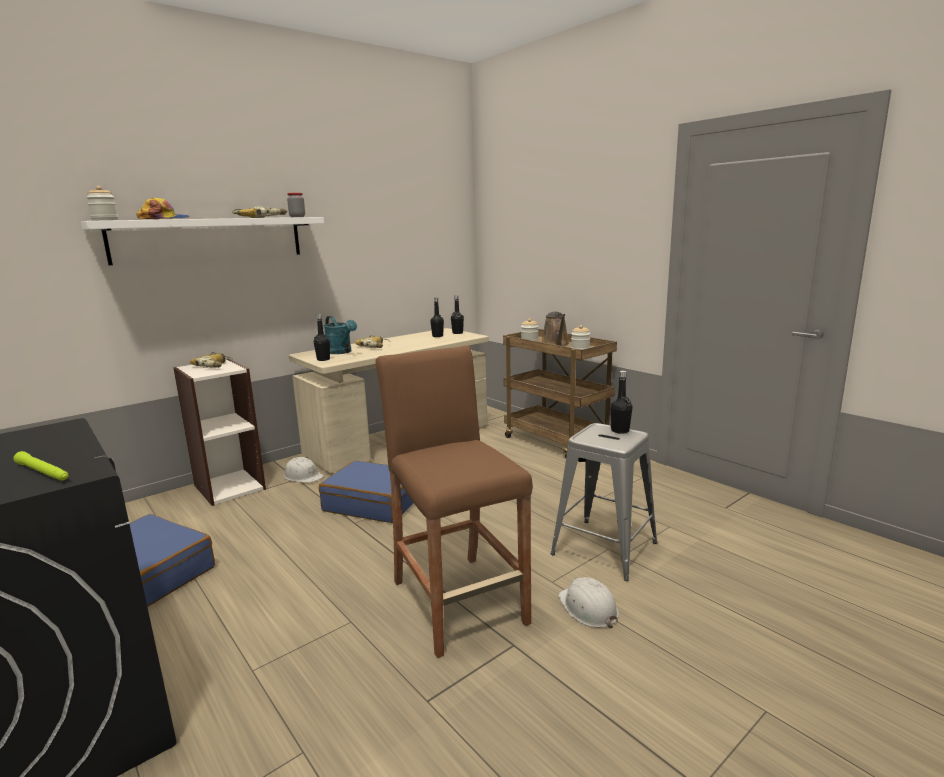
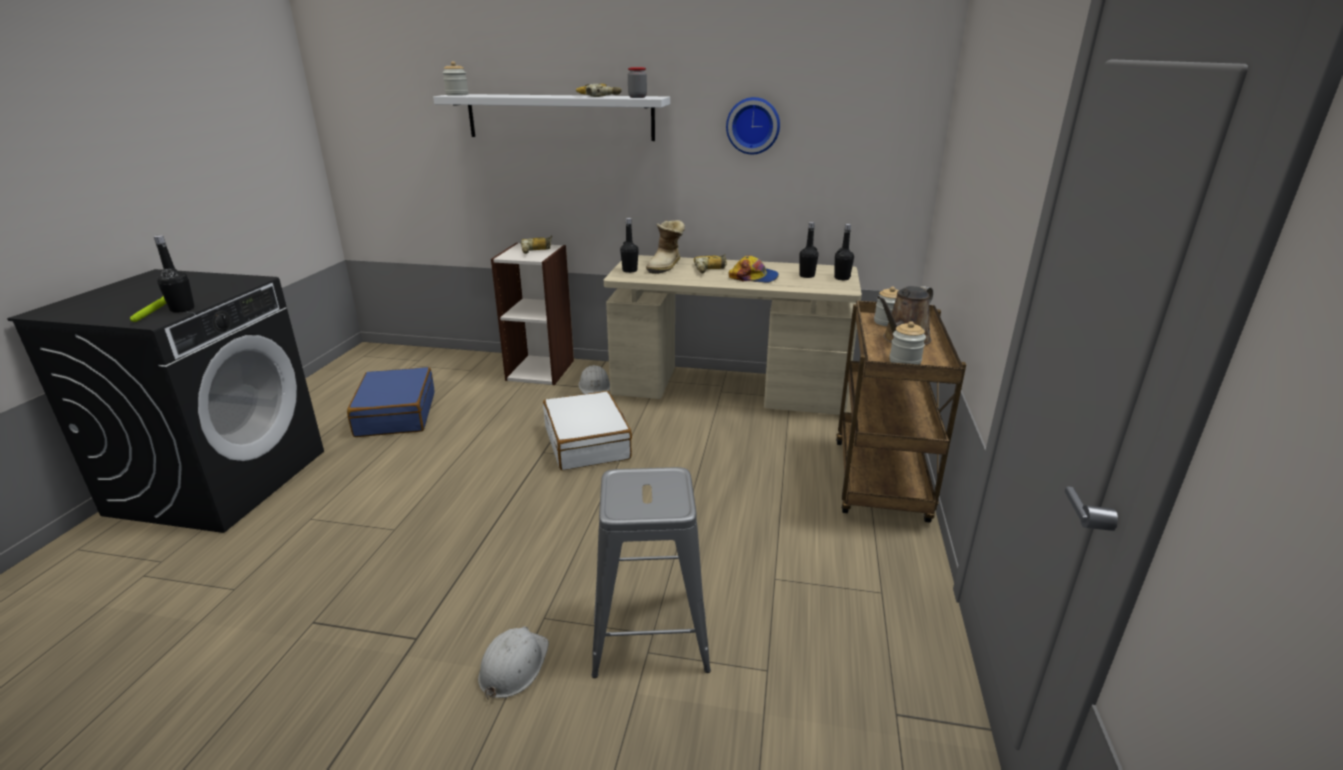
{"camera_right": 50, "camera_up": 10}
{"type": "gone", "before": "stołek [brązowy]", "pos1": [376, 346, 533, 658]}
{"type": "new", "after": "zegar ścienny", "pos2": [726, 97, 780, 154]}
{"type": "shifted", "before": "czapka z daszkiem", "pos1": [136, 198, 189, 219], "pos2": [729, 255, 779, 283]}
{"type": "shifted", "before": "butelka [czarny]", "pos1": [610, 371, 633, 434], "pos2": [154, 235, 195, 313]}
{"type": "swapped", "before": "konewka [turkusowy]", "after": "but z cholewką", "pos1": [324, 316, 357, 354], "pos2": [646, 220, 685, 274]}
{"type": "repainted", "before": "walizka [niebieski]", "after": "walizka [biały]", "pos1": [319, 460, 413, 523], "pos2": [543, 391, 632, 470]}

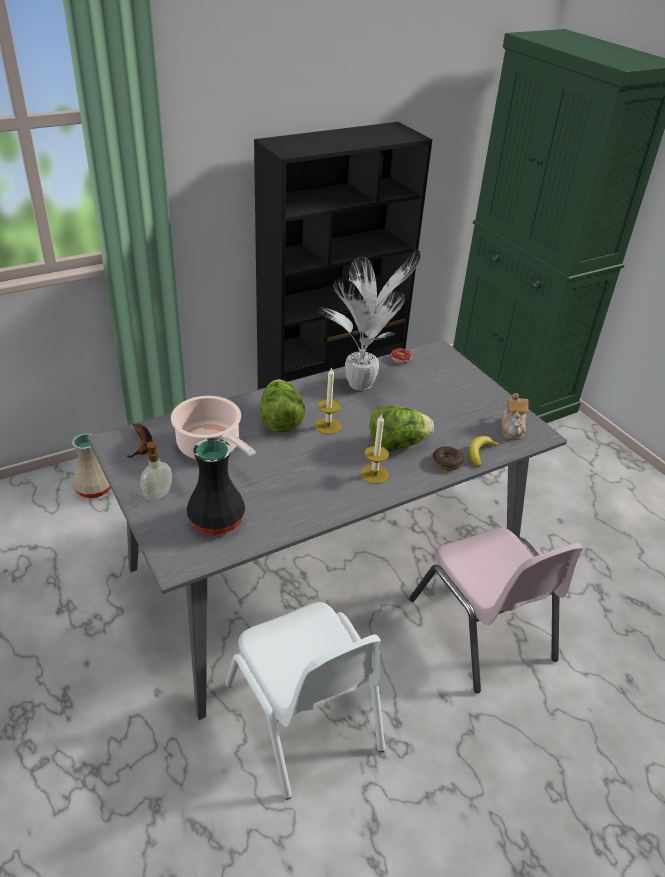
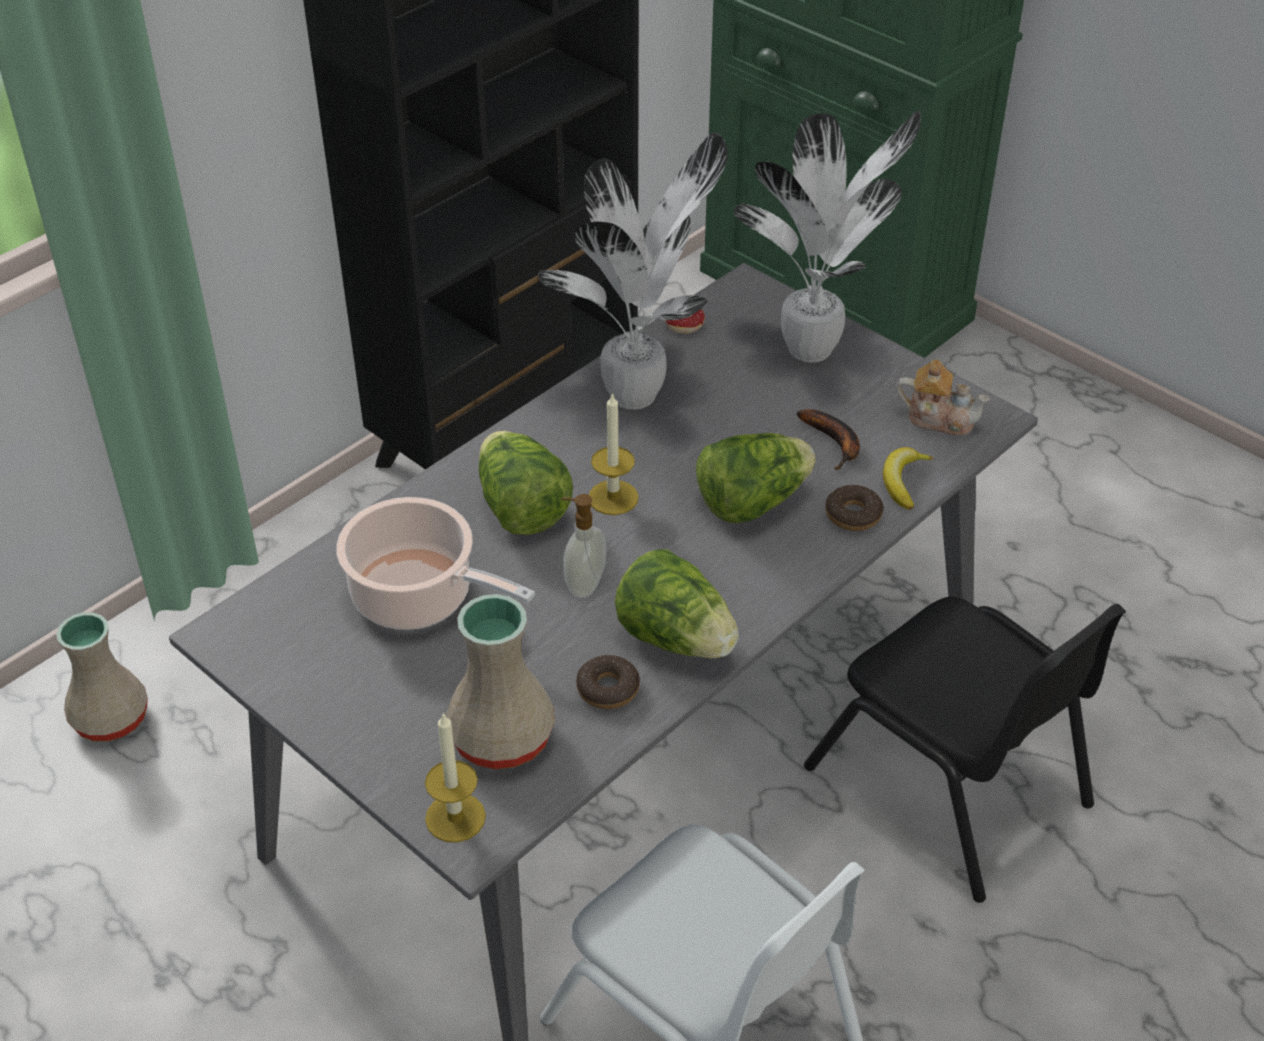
{"camera_right": -15, "camera_up": 5}
{"type": "new", "after": "donut", "pos2": [576, 655, 640, 709]}
{"type": "new", "after": "sałata", "pos2": [615, 549, 739, 659]}
{"type": "new", "after": "roślina doniczkowa", "pos2": [734, 110, 921, 363]}
{"type": "shifted", "before": "banan", "pos1": [127, 423, 152, 458], "pos2": [797, 409, 860, 470]}
{"type": "shifted", "before": "dozownik mydła", "pos1": [140, 441, 172, 501], "pos2": [562, 494, 606, 598]}
{"type": "shifted", "before": "świeca", "pos1": [361, 414, 389, 484], "pos2": [425, 712, 486, 843]}
{"type": "repainted", "before": "wazon [czarny]", "after": "wazon [beżowy]", "pos1": [187, 438, 245, 535], "pos2": [446, 594, 555, 769]}
{"type": "repainted", "before": "krzesło [różowy]", "after": "krzesło [czarny]", "pos1": [409, 528, 583, 693], "pos2": [804, 597, 1126, 903]}
{"type": "rotated", "before": "imbryk", "pos1": [502, 393, 529, 440], "pos2": [896, 359, 990, 436], "turn": -60}

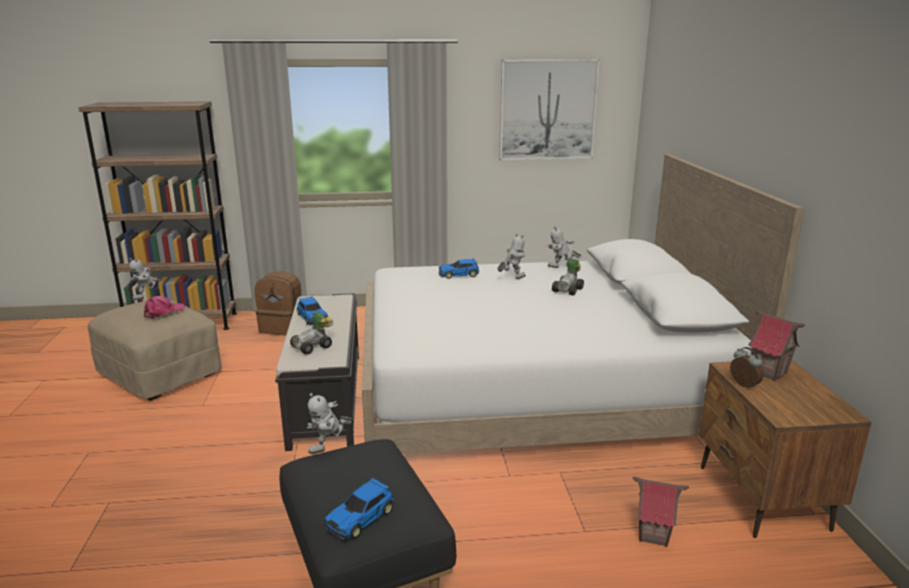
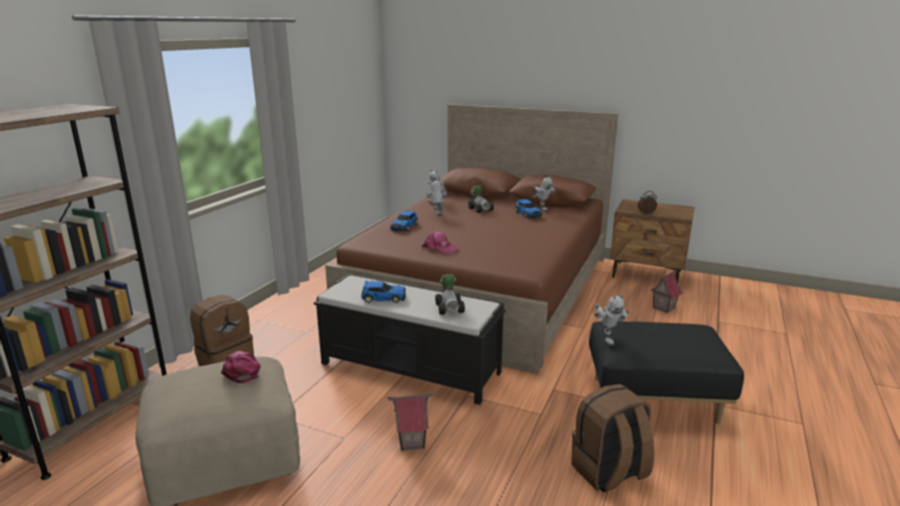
{"camera_right": -60, "camera_up": 0}
{"type": "gone", "before": "obraz", "pos1": [499, 59, 600, 160]}
{"type": "new", "after": "czapka z daszkiem [różowy]", "pos2": [422, 231, 458, 254]}
{"type": "new", "after": "plecak [brązowy]", "pos2": [571, 384, 654, 492]}
{"type": "shifted", "before": "robot zabawkowy", "pos1": [129, 258, 162, 300], "pos2": [532, 176, 555, 212]}
{"type": "shifted", "before": "samochodzik", "pos1": [324, 478, 394, 541], "pos2": [515, 199, 542, 218]}
{"type": "shifted", "before": "domek", "pos1": [748, 309, 805, 381], "pos2": [387, 393, 434, 451]}
{"type": "repainted", "before": "łóżko [biały]", "after": "łóżko [brązowy]", "pos1": [362, 154, 805, 454], "pos2": [325, 104, 618, 374]}

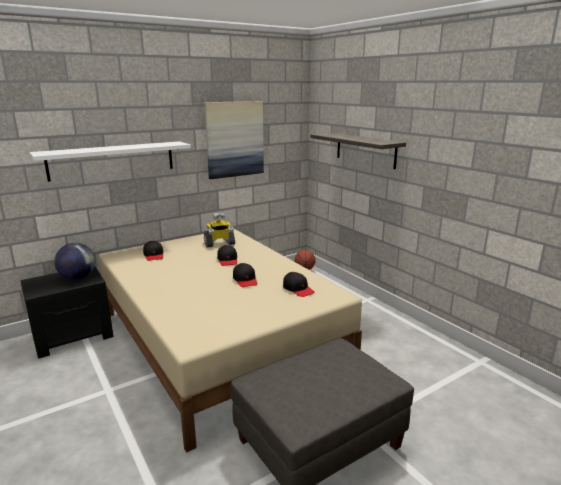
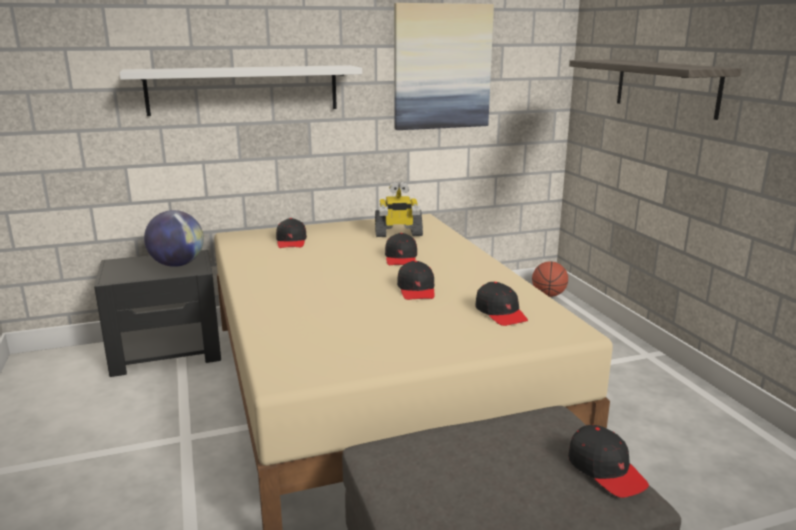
{"camera_right": 15, "camera_up": 0}
{"type": "new", "after": "czapka z daszkiem [czarny]", "pos2": [568, 425, 649, 498]}

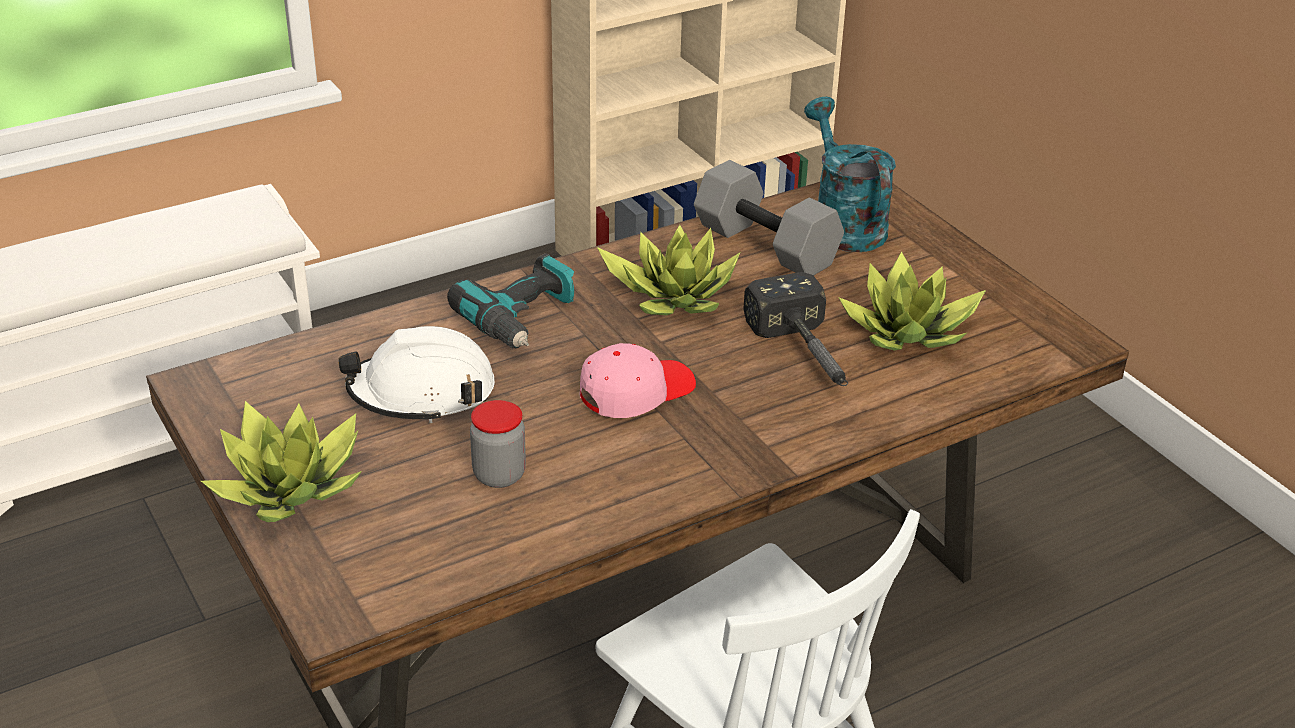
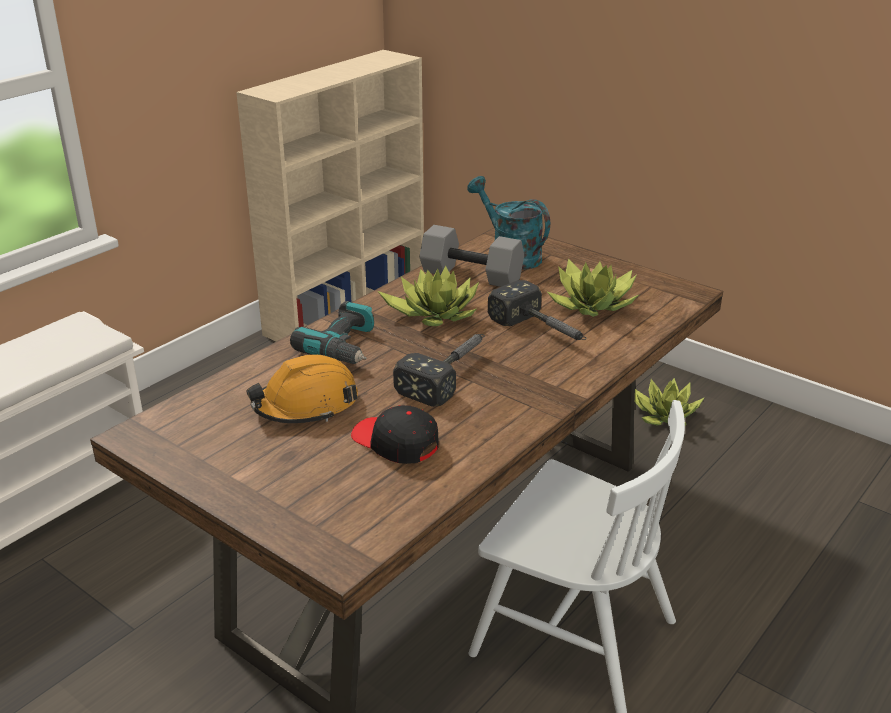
{"camera_right": -20, "camera_up": -5}
{"type": "shifted", "before": "roślina doniczkowa", "pos1": [201, 401, 362, 522], "pos2": [635, 378, 705, 425]}
{"type": "swapped", "before": "słoik", "after": "czapka z daszkiem [czarny]", "pos1": [470, 400, 526, 488], "pos2": [351, 405, 439, 464]}
{"type": "swapped", "before": "czapka z daszkiem [różowy]", "after": "młotek", "pos1": [579, 343, 696, 418], "pos2": [393, 334, 485, 407]}
{"type": "repainted", "before": "kask [biały]", "after": "kask [pomarańczowy]", "pos1": [338, 326, 495, 423], "pos2": [246, 355, 358, 423]}

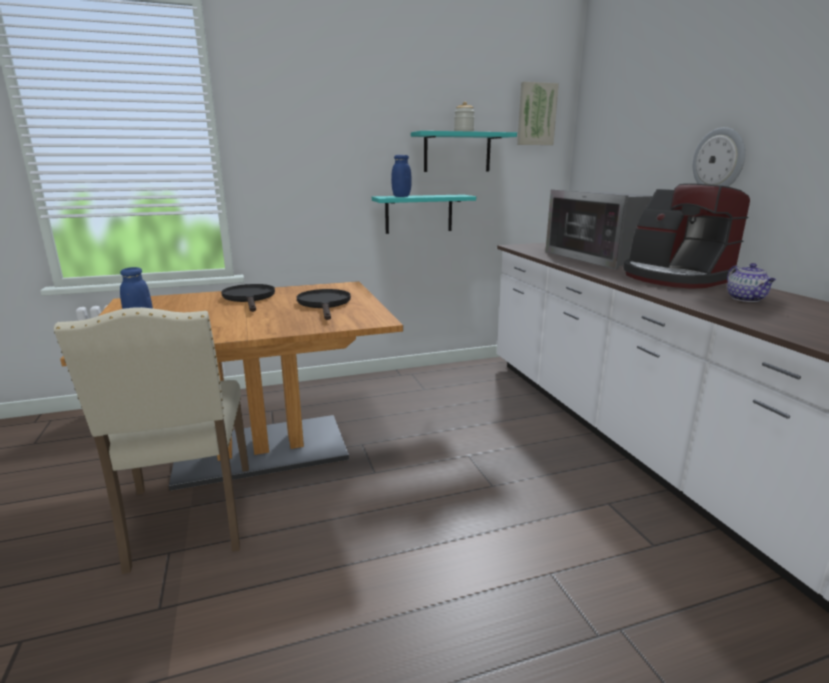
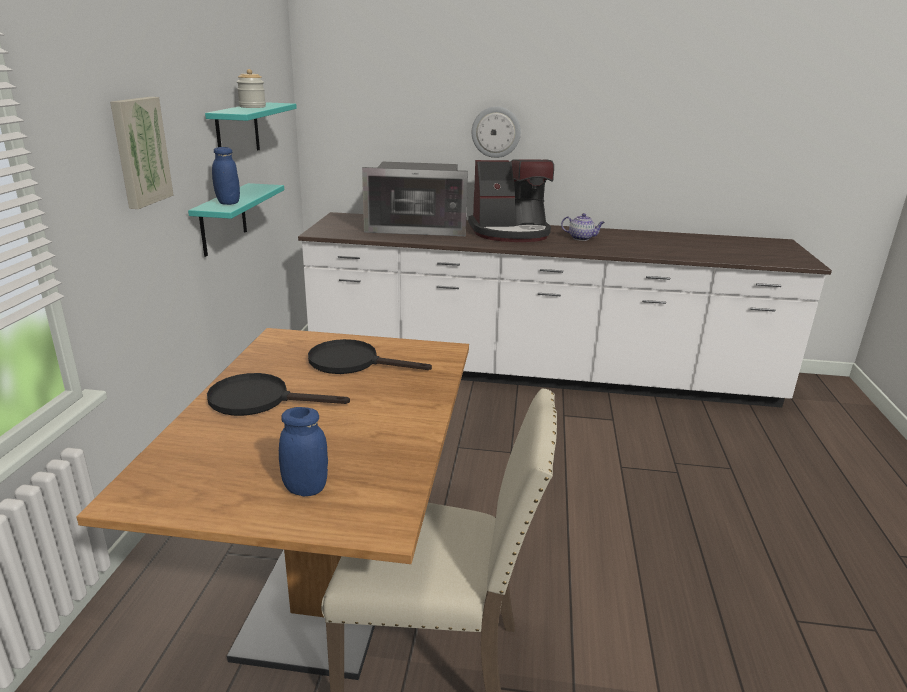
{"camera_right": -65, "camera_up": 5}
{"type": "shifted", "before": "obraz", "pos1": [517, 82, 559, 145], "pos2": [110, 97, 174, 209]}

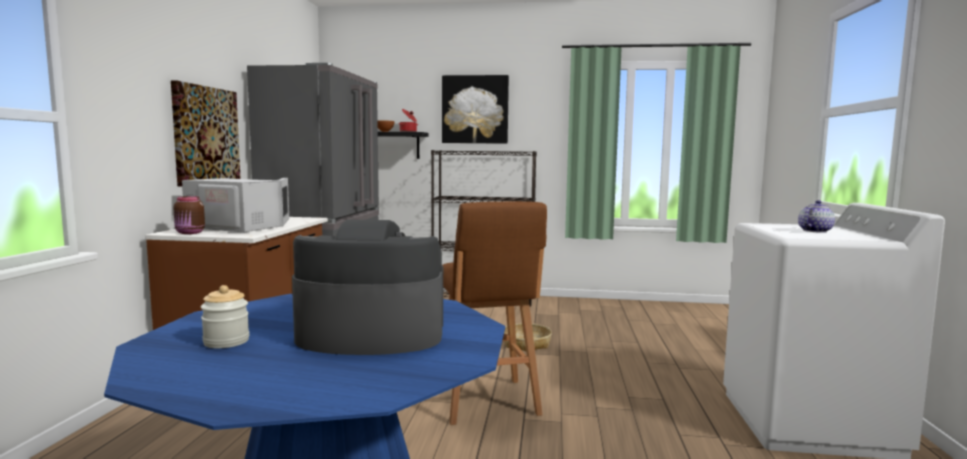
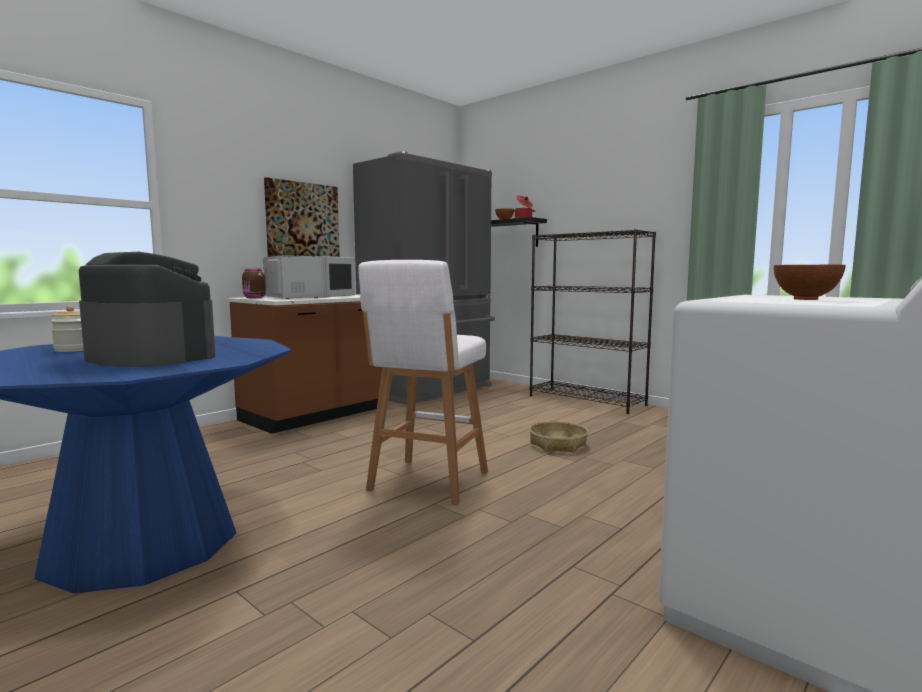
{"camera_right": 35, "camera_up": 0}
{"type": "gone", "before": "obraz", "pos1": [442, 75, 509, 144]}
{"type": "swapped", "before": "imbryk", "after": "miska", "pos1": [798, 200, 835, 233], "pos2": [774, 265, 846, 300]}
{"type": "repainted", "before": "stołek [brązowy]", "after": "stołek [biały]", "pos1": [443, 201, 547, 425], "pos2": [358, 260, 488, 505]}

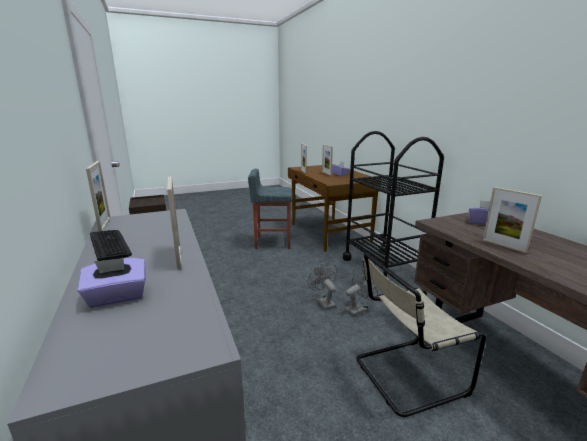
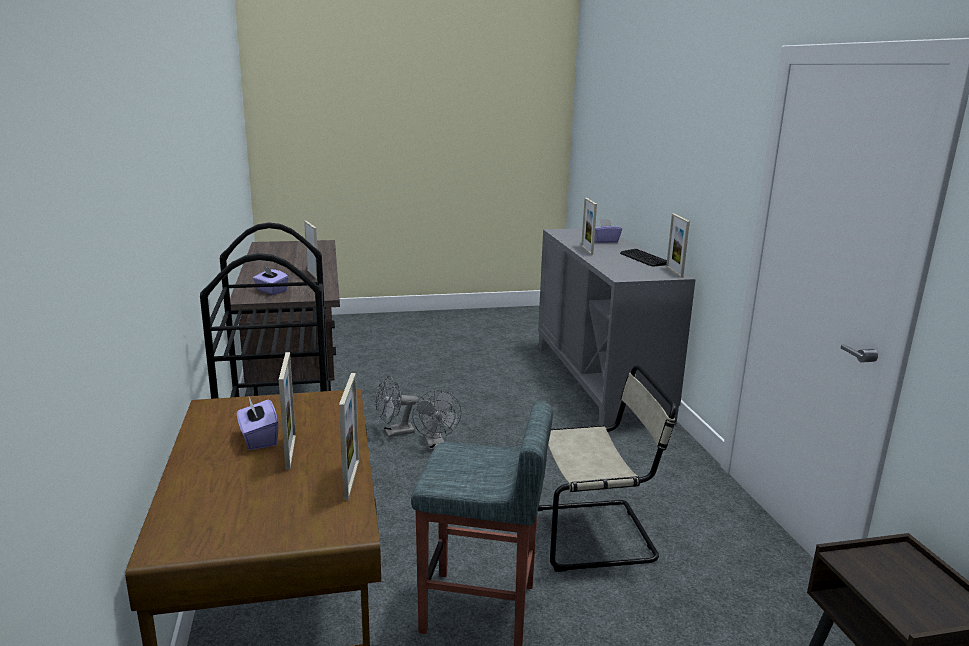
{"camera_right": -170, "camera_up": 0}
{"type": "shifted", "before": "krzesło [beżowy]", "pos1": [356, 253, 486, 417], "pos2": [538, 365, 677, 572]}

